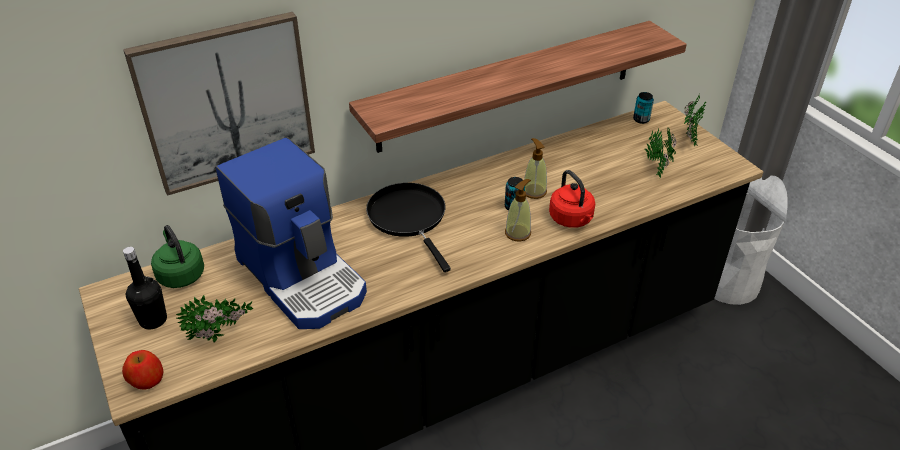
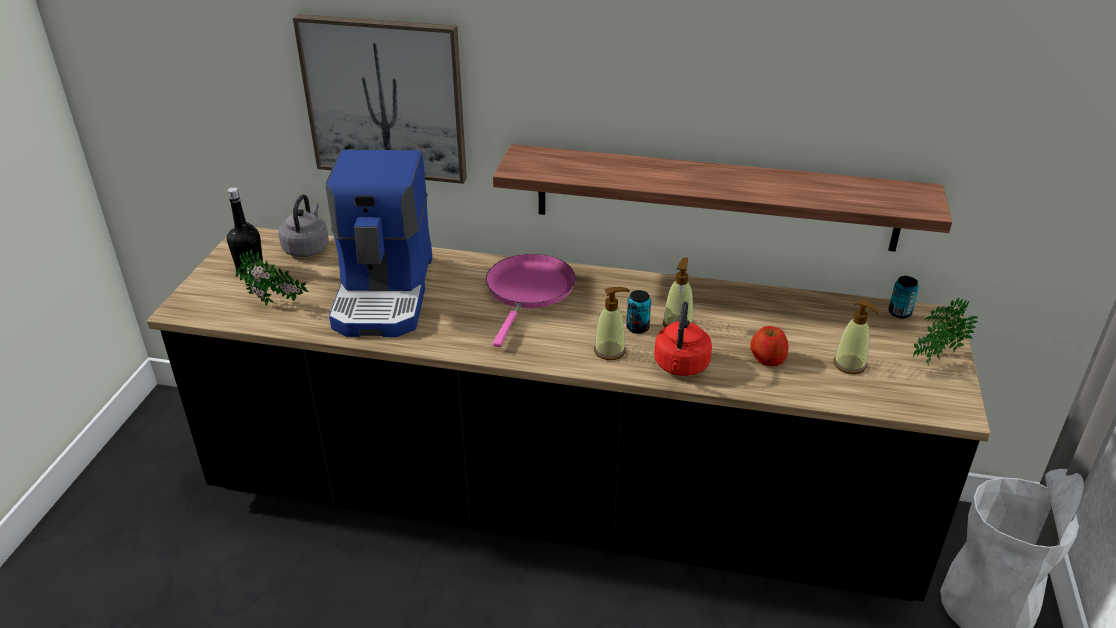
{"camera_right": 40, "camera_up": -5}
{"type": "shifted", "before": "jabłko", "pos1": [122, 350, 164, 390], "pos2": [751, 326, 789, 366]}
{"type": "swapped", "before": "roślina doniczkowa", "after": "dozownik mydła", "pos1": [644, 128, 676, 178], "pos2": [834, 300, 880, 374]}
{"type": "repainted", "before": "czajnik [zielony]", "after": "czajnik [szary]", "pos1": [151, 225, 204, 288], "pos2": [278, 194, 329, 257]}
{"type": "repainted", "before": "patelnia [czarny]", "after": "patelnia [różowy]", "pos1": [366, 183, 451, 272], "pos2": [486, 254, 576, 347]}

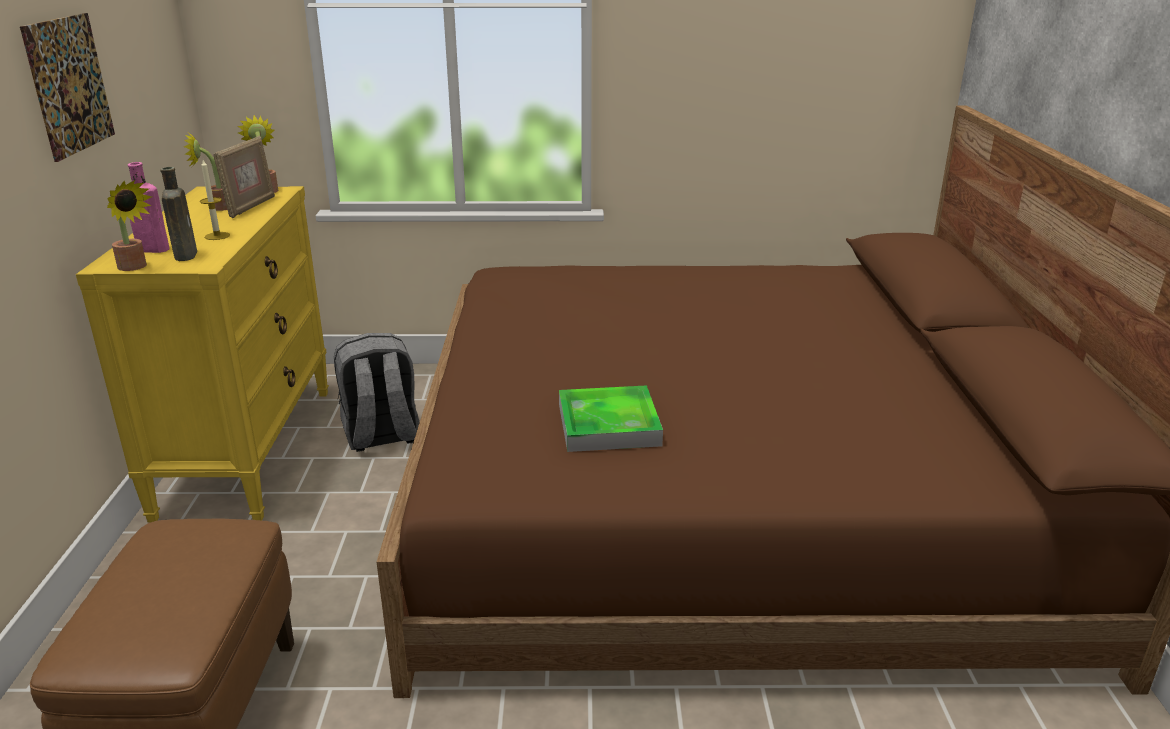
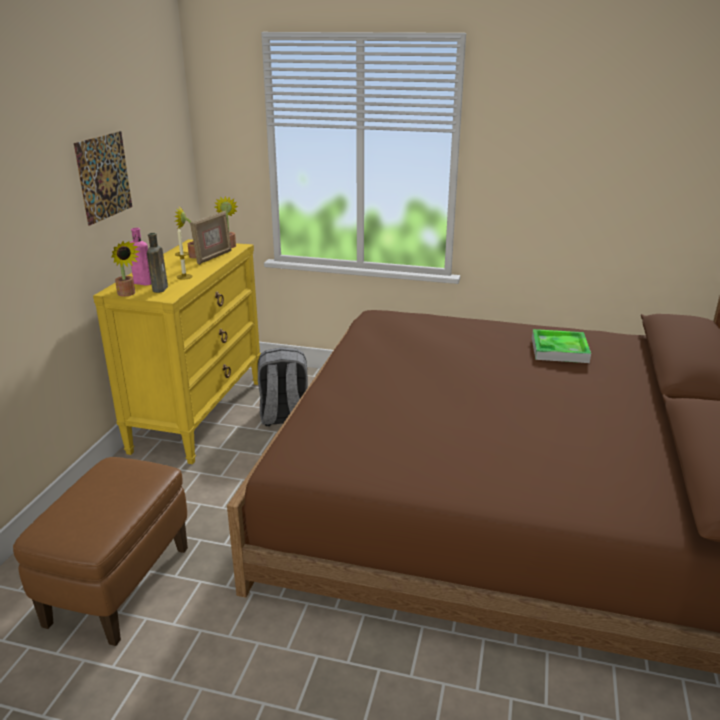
{"camera_right": 15, "camera_up": 0}
{"type": "shifted", "before": "taca", "pos1": [559, 385, 663, 452], "pos2": [532, 329, 591, 363]}

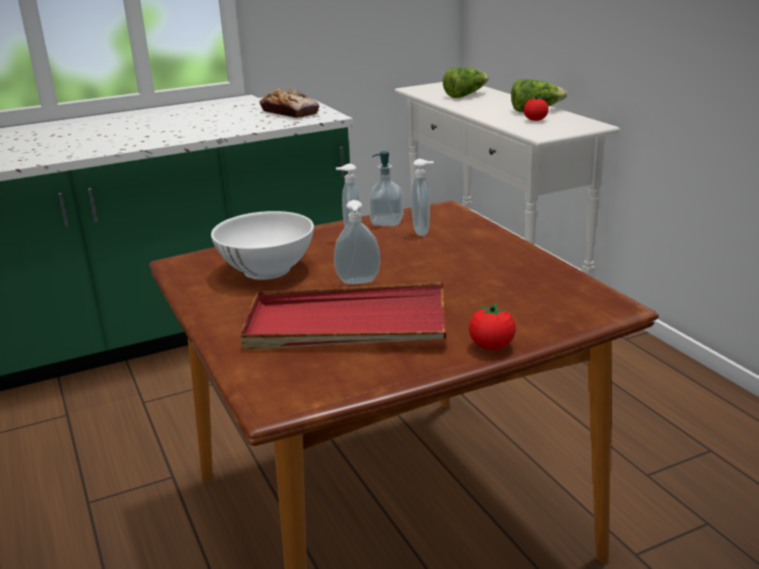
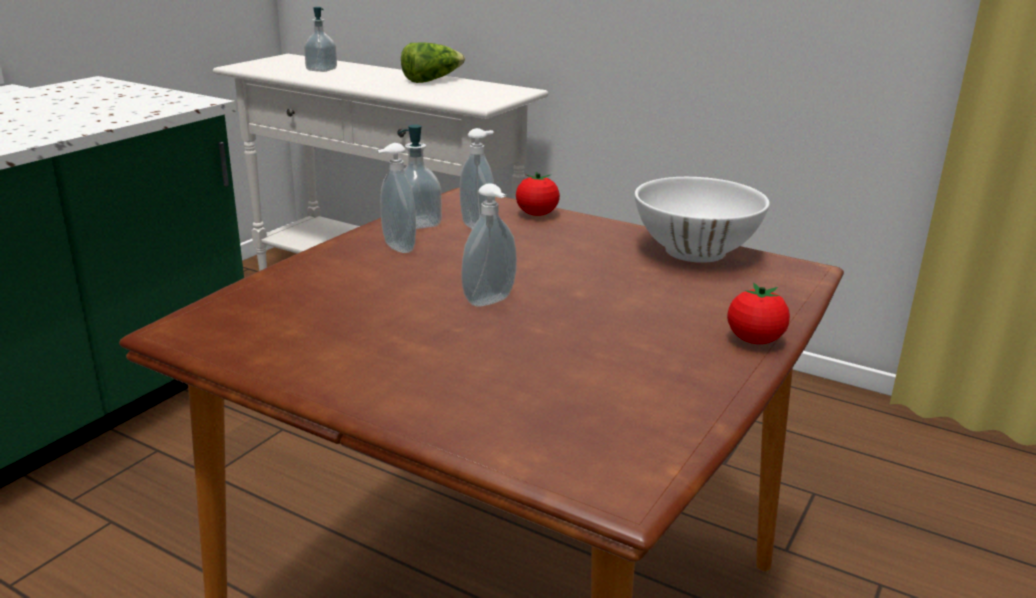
{"camera_right": -35, "camera_up": 0}
{"type": "gone", "before": "taca [czerwony]", "pos1": [240, 282, 446, 350]}
{"type": "gone", "before": "chleb", "pos1": [260, 88, 319, 118]}
{"type": "shifted", "before": "miska [biały]", "pos1": [211, 211, 314, 280], "pos2": [635, 177, 770, 263]}
{"type": "shifted", "before": "pomidor", "pos1": [524, 96, 549, 121], "pos2": [516, 172, 560, 216]}
{"type": "swapped", "before": "sałata", "after": "dozownik mydła", "pos1": [443, 68, 489, 98], "pos2": [304, 7, 337, 72]}

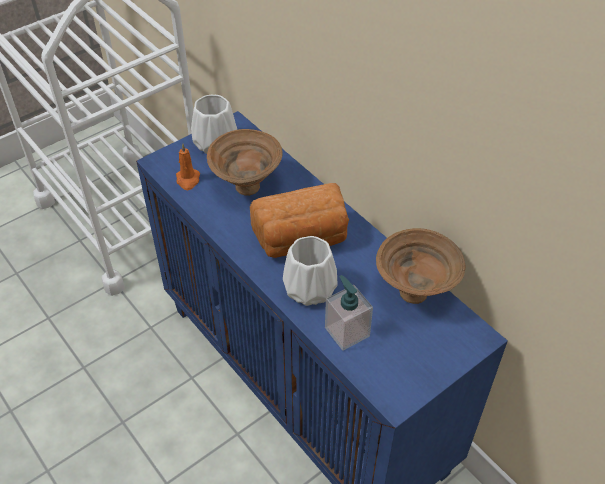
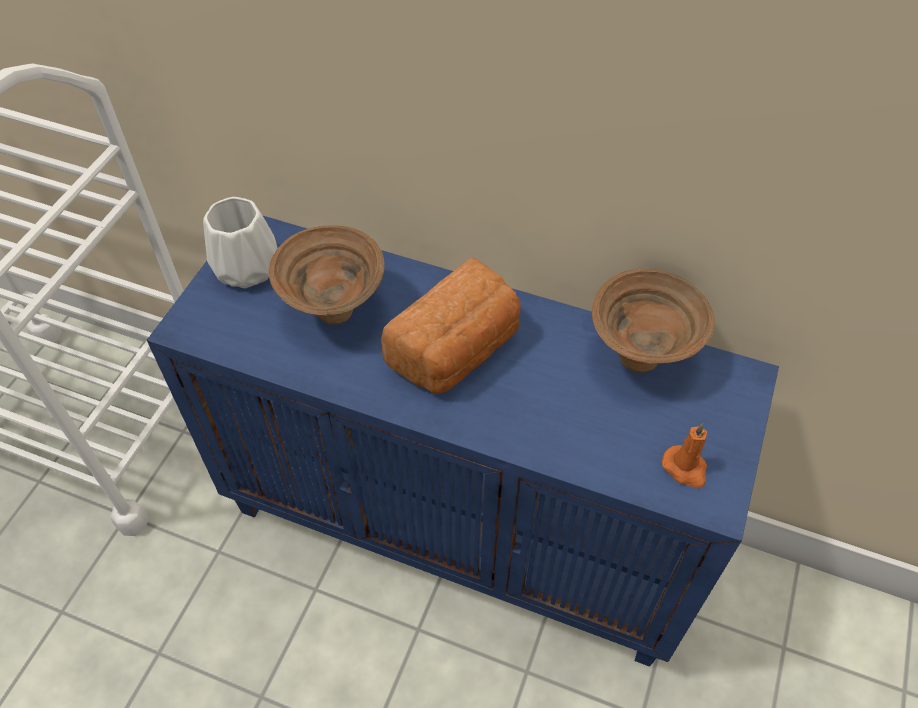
{"camera_right": -30, "camera_up": 5}
{"type": "gone", "before": "wazon [biały]", "pos1": [283, 236, 338, 306]}
{"type": "gone", "before": "dozownik mydła", "pos1": [325, 275, 373, 351]}
{"type": "shifted", "before": "świeca [pomarańczowy]", "pos1": [176, 143, 200, 190], "pos2": [662, 423, 707, 489]}

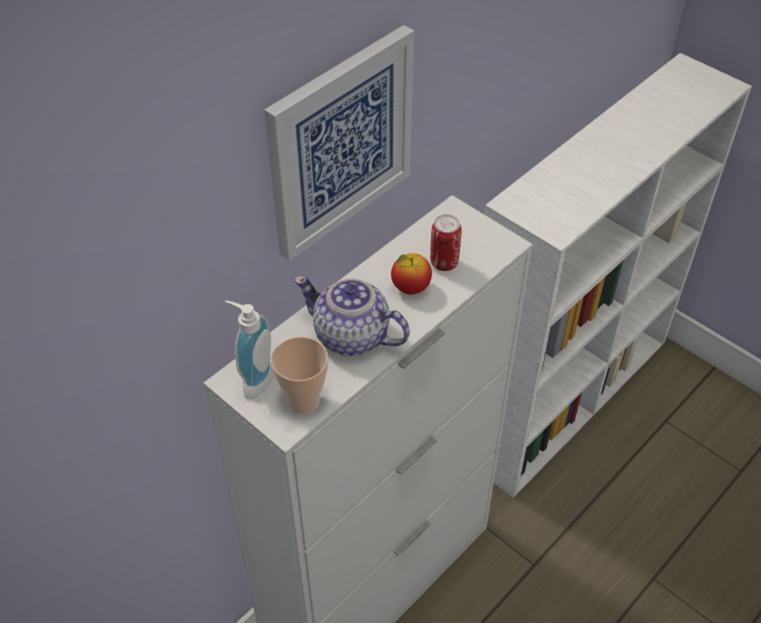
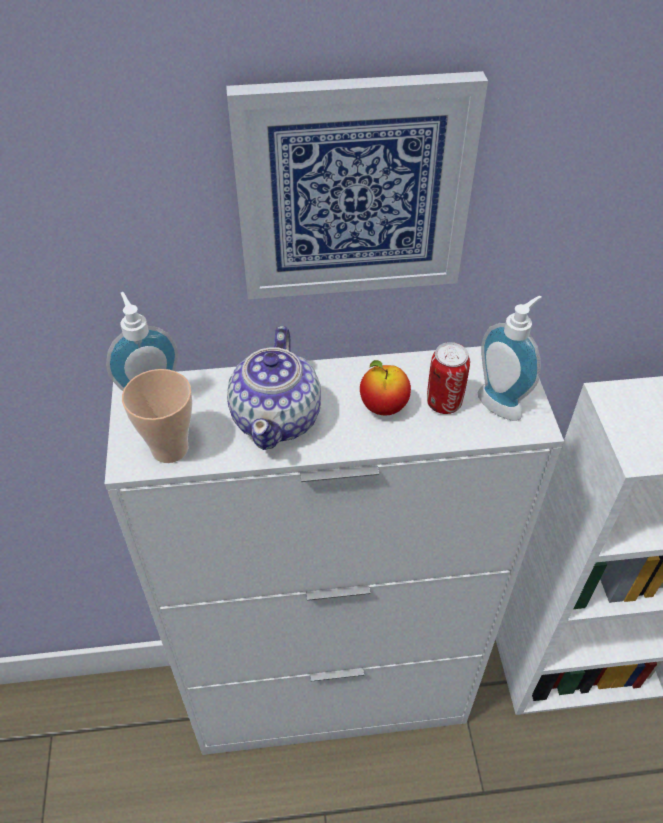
{"camera_right": 40, "camera_up": 0}
{"type": "new", "after": "dozownik mydła", "pos2": [478, 295, 542, 421]}
{"type": "rotated", "before": "imbryk", "pos1": [294, 276, 410, 356], "pos2": [227, 326, 321, 450], "turn": -150}

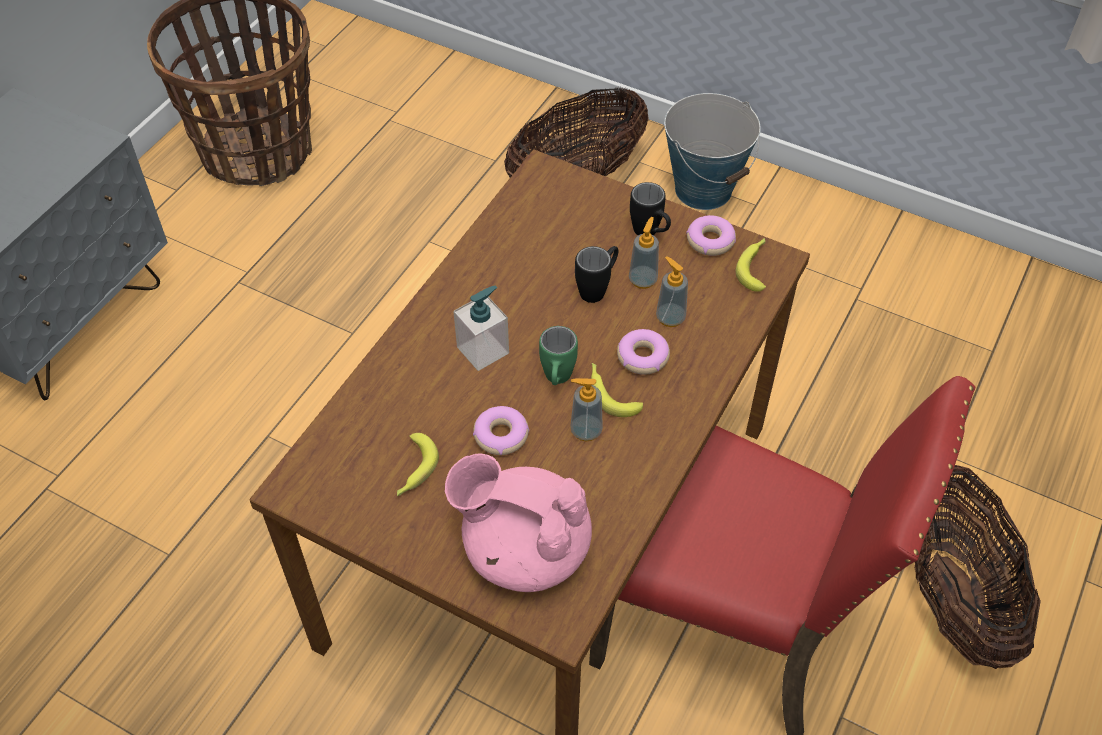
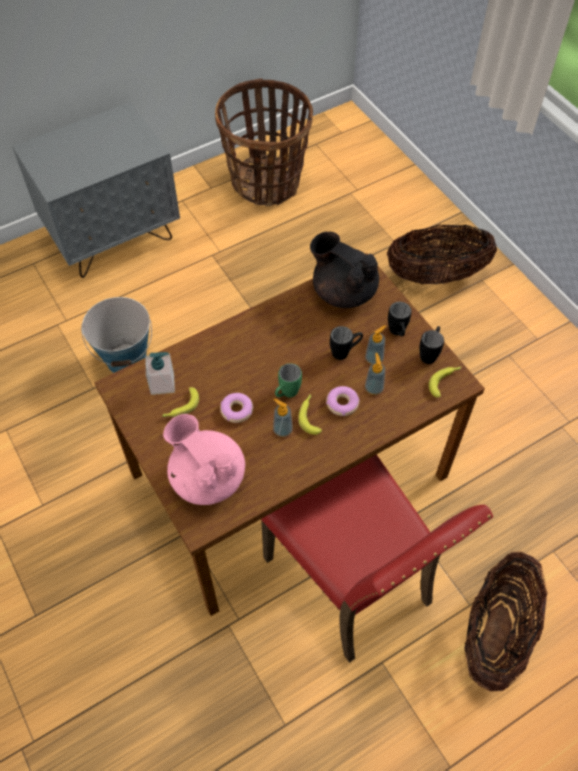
{"camera_right": 30, "camera_up": 5}
{"type": "new", "after": "imbryk [czarny]", "pos2": [310, 232, 379, 308]}
{"type": "shifted", "before": "dozownik mydła", "pos1": [453, 285, 509, 371], "pos2": [145, 352, 175, 395]}
{"type": "shifted", "before": "wiadro", "pos1": [664, 93, 761, 210], "pos2": [81, 297, 152, 373]}
{"type": "swapped", "before": "donut", "after": "kubek [czarny]", "pos1": [686, 215, 736, 256], "pos2": [419, 326, 444, 364]}

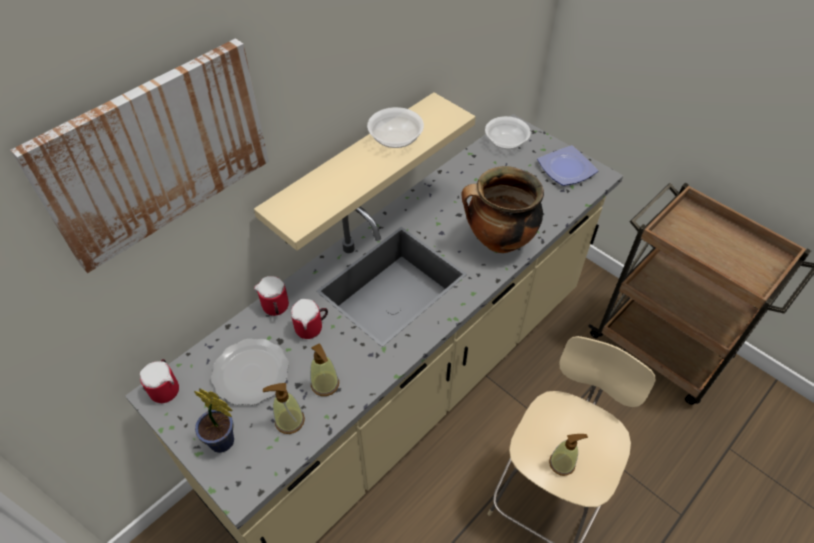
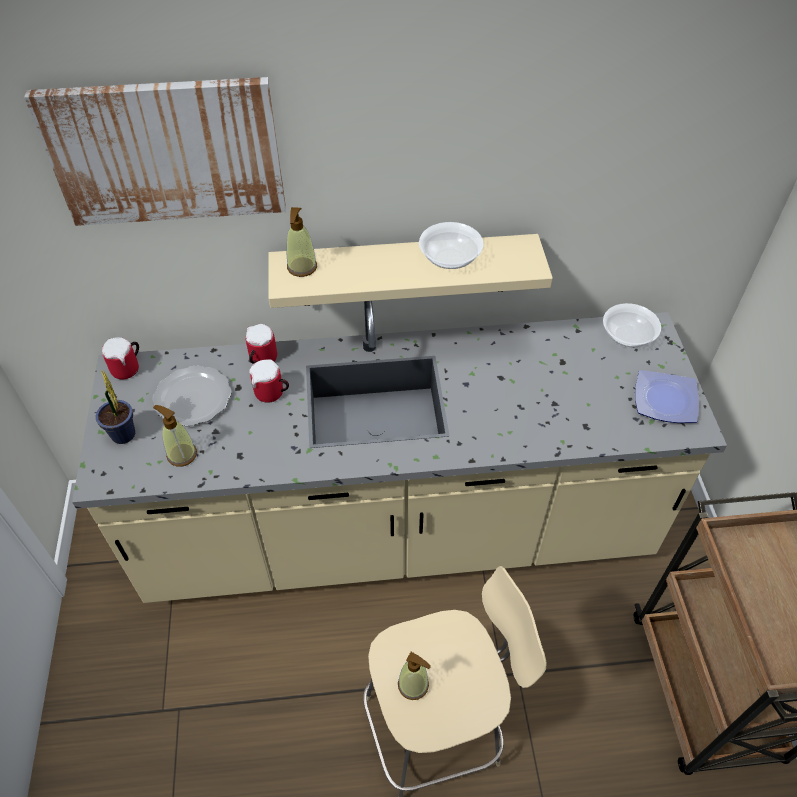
{"camera_right": 40, "camera_up": 0}
{"type": "gone", "before": "garnek", "pos1": [462, 166, 544, 253]}
{"type": "shifted", "before": "dozownik mydła", "pos1": [310, 343, 339, 396], "pos2": [287, 207, 317, 277]}

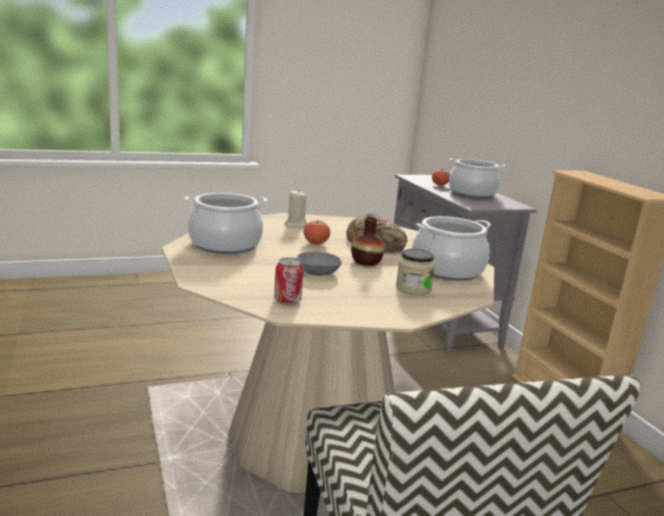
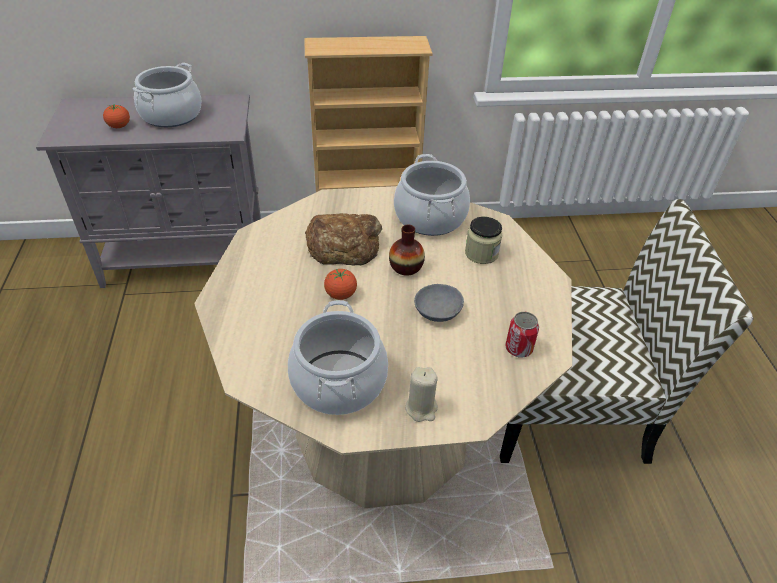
{"camera_right": -75, "camera_up": 25}
{"type": "shifted", "before": "świeca [beżowy]", "pos1": [285, 190, 307, 228], "pos2": [405, 367, 438, 422]}

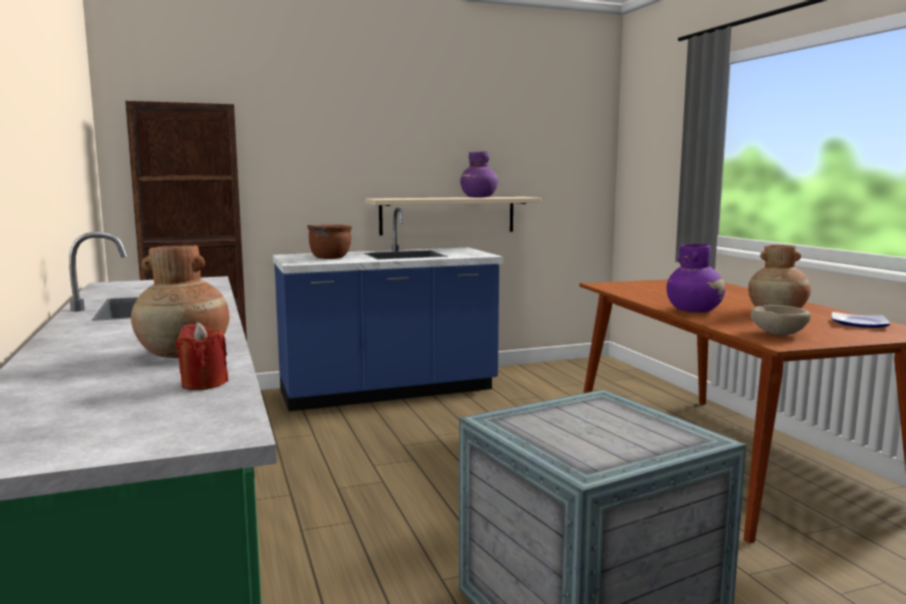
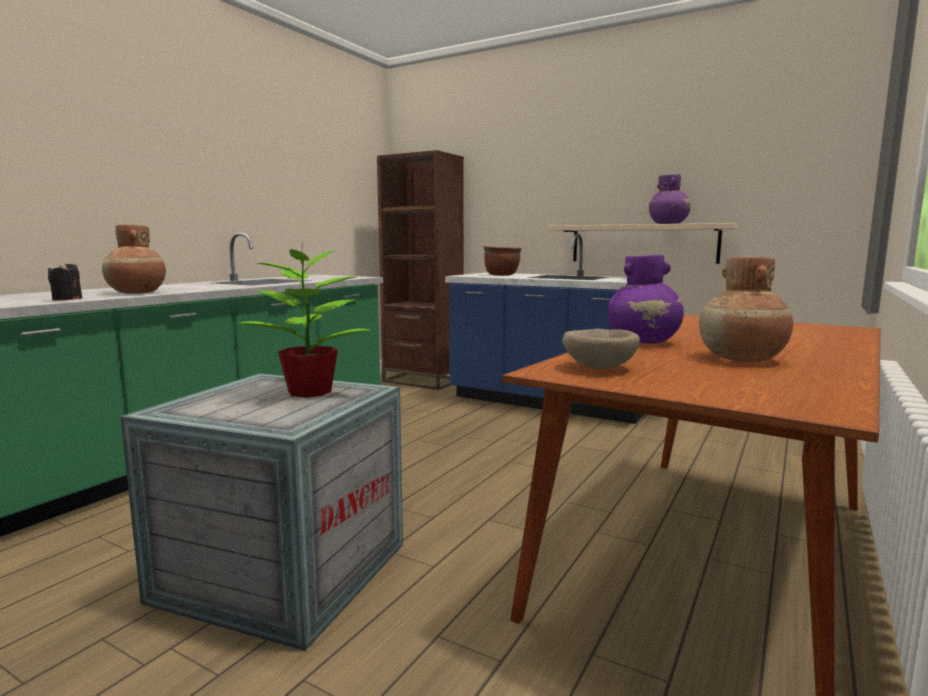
{"camera_right": 50, "camera_up": 0}
{"type": "gone", "before": "talerz", "pos1": [831, 312, 890, 328]}
{"type": "new", "after": "roślina doniczkowa", "pos2": [237, 240, 371, 398]}
{"type": "repainted", "before": "świeca [czerwony]", "after": "świeca [czarny]", "pos1": [176, 322, 229, 390], "pos2": [48, 261, 82, 301]}

